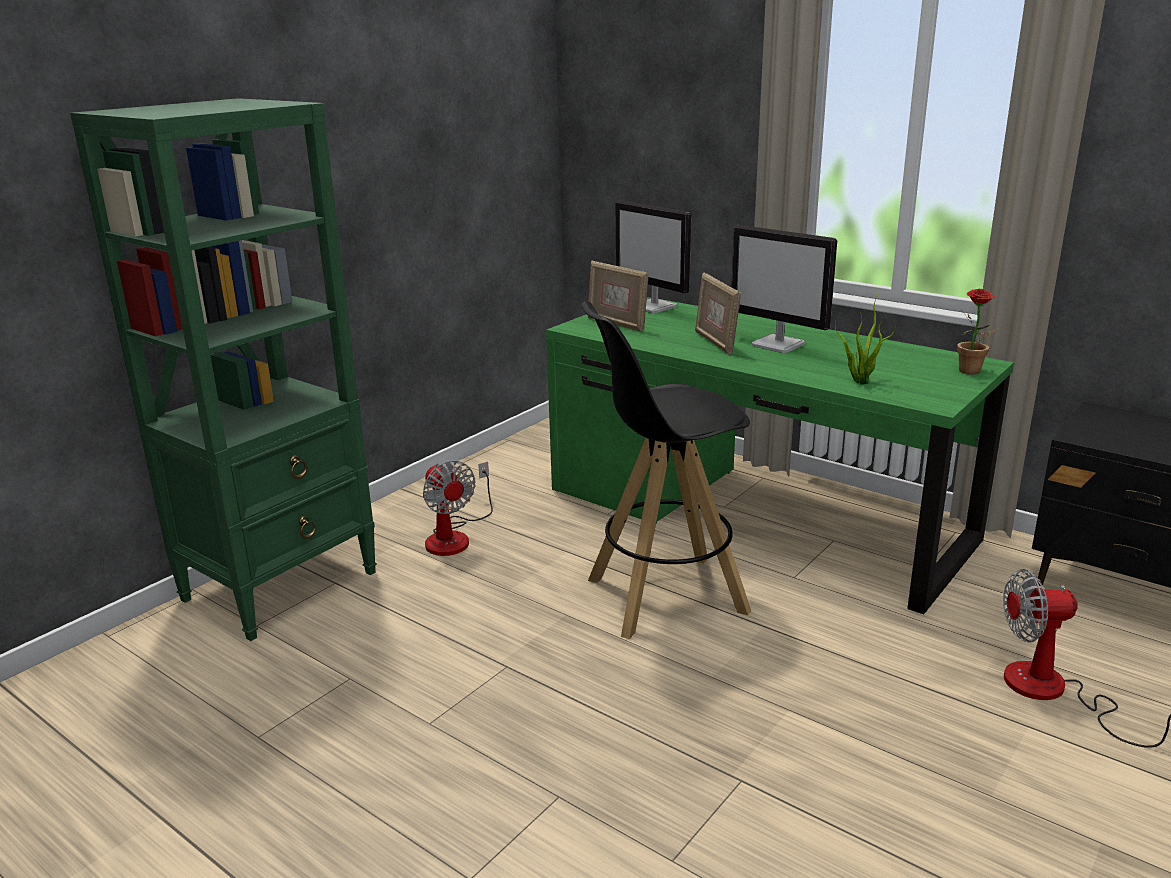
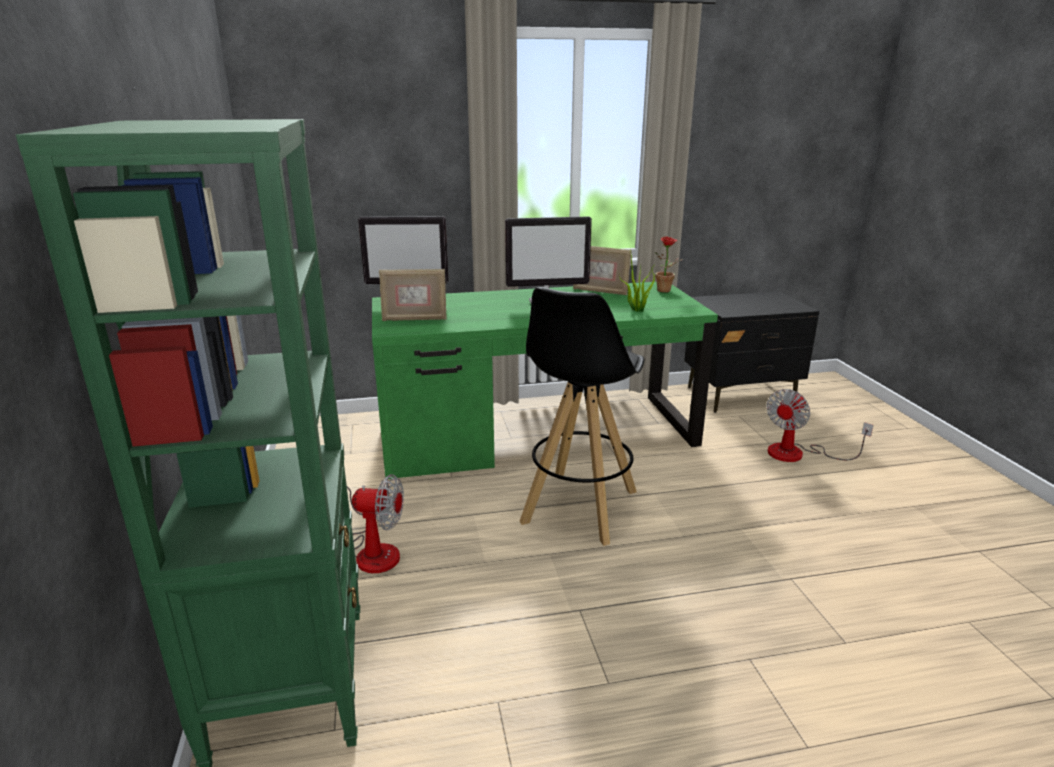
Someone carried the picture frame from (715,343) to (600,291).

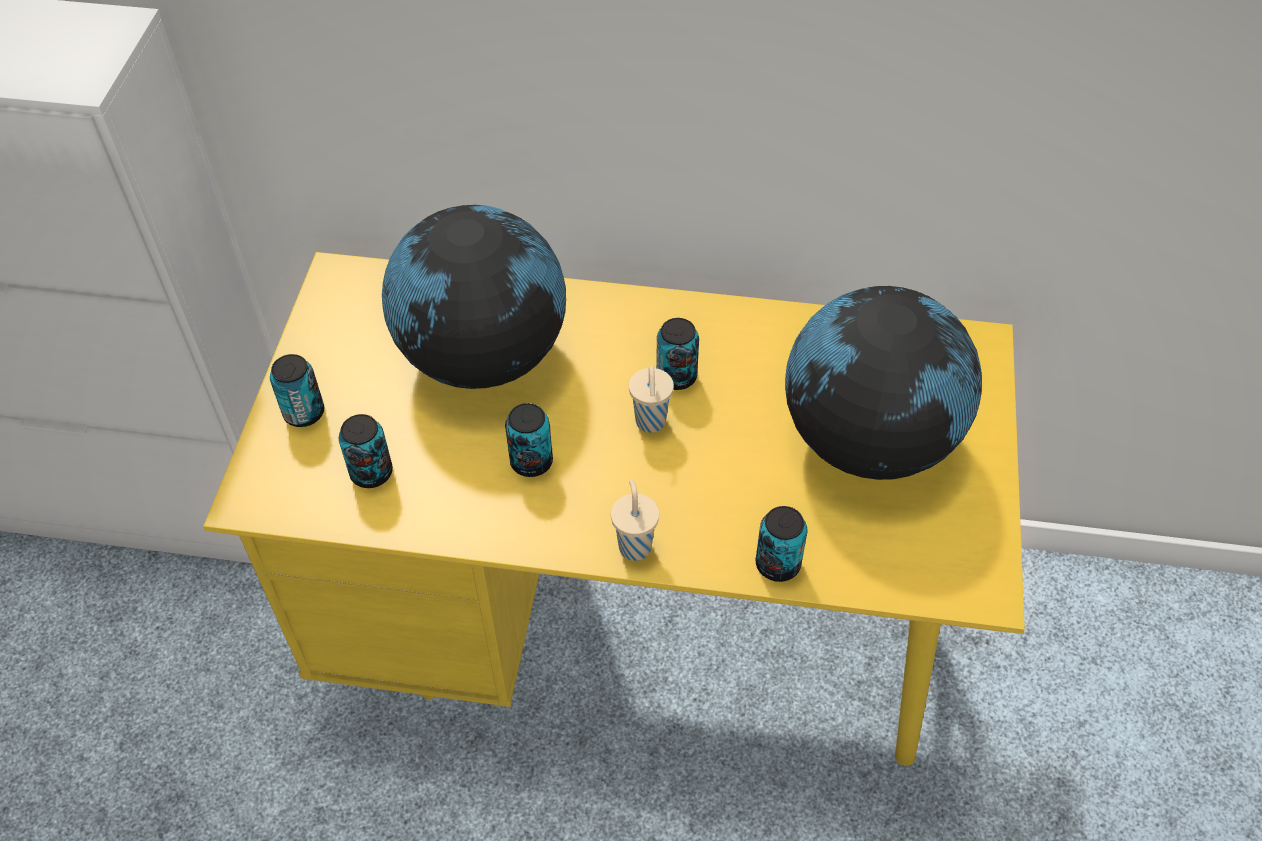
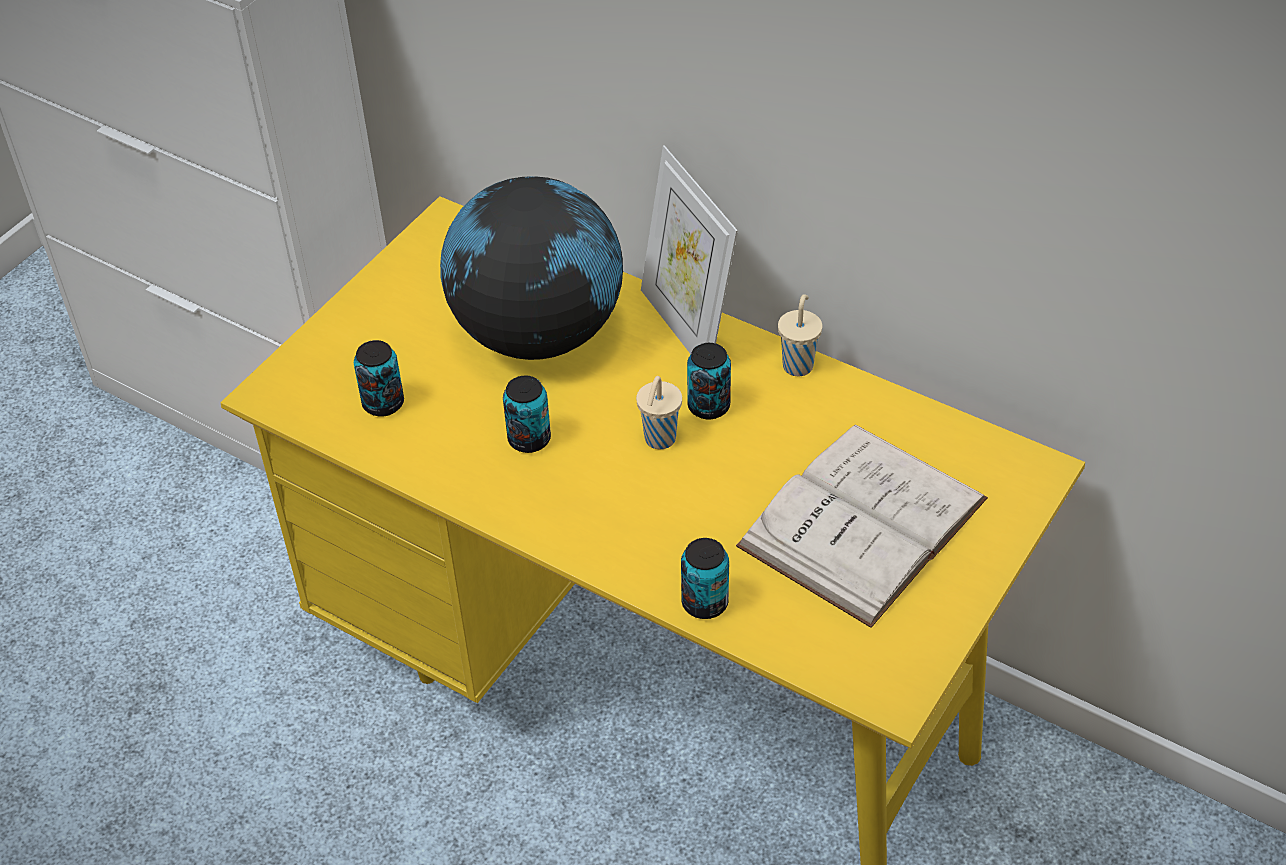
Someone took away the can at (304,413).
Someone put down the picture frame at (687,327).
Someone carried the beige cup from (634,545) to (798,364).
Someone swapped the globe at (868,440) for the white book at (862,522).

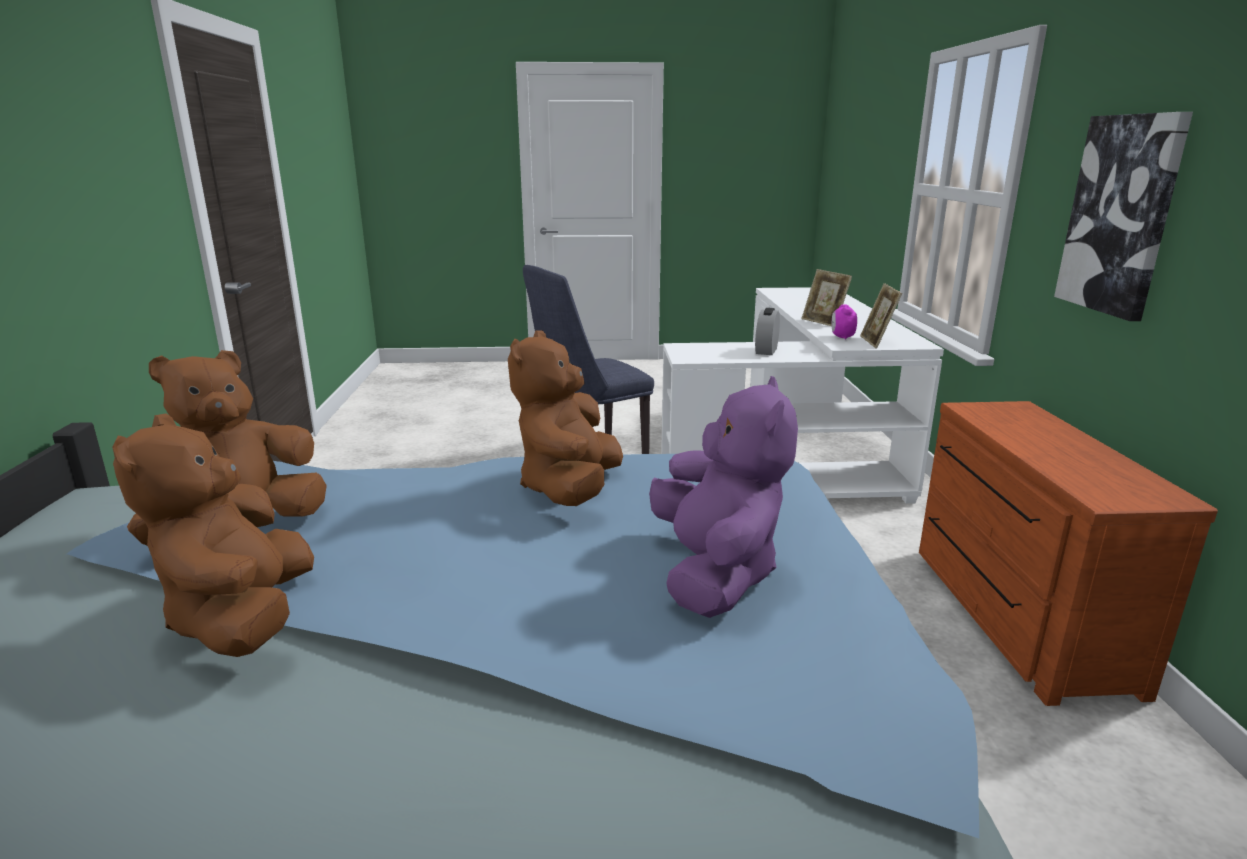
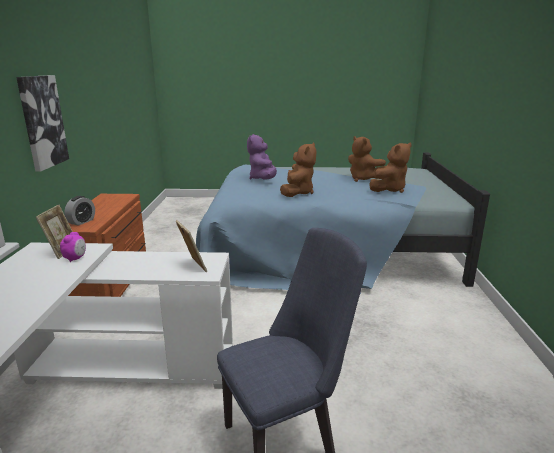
Someone carried the alarm clock from (766,351) to (82,222).
Someone carried the picture frame from (823,322) to (192,266).
Someone rotated the brown plush toy at (243,619) by 150 degrees clockwise.

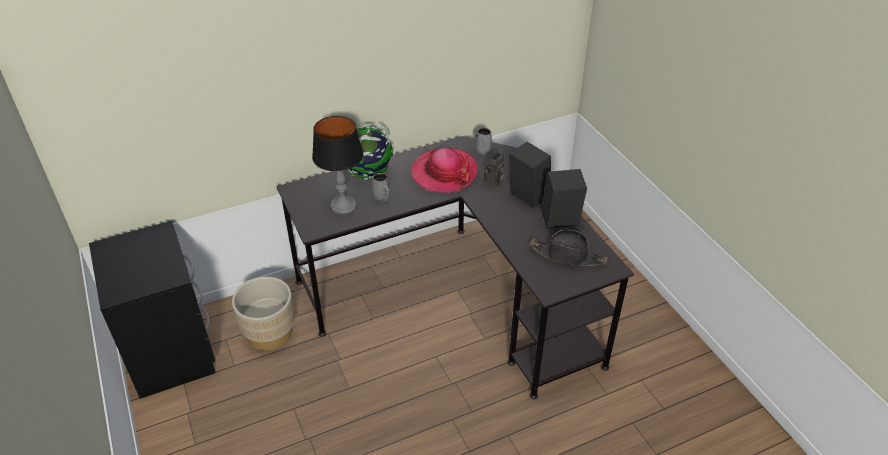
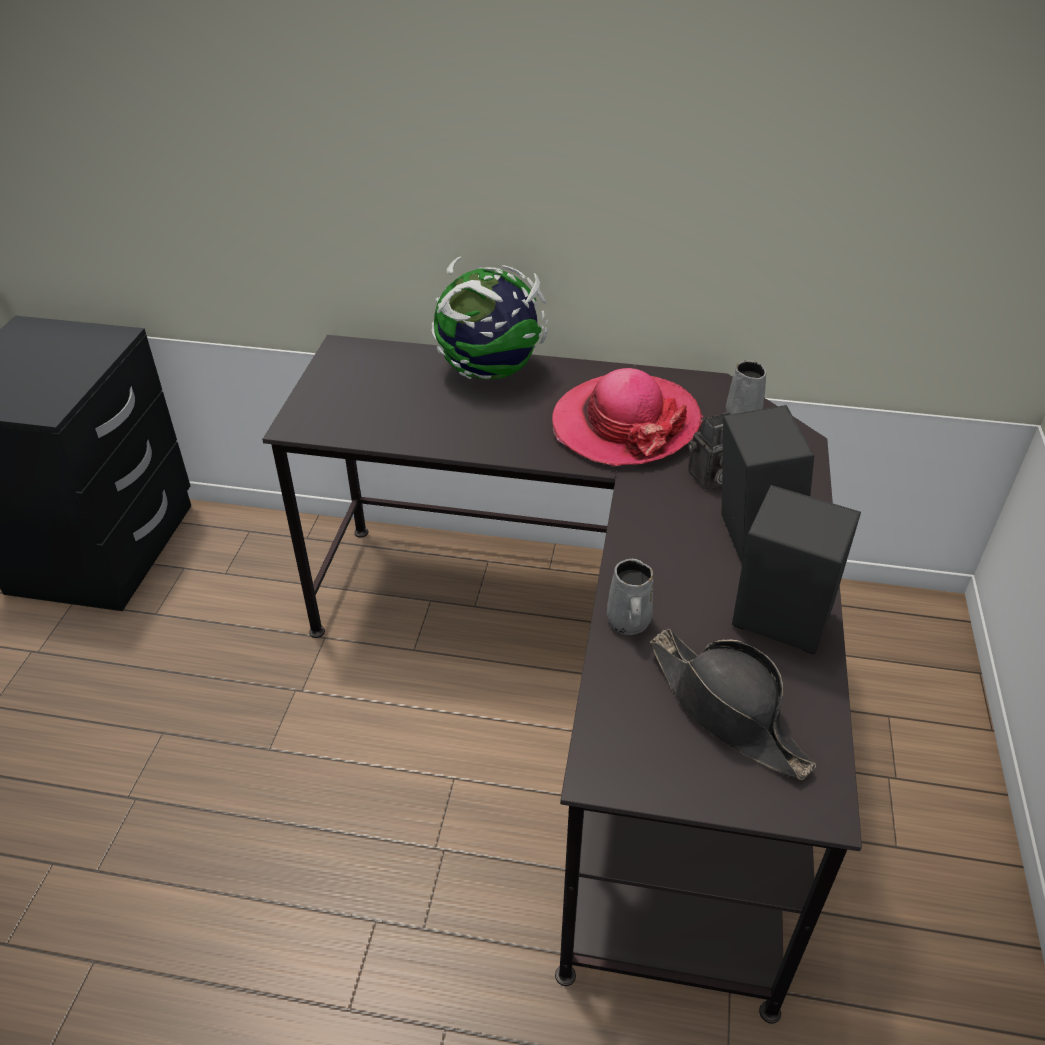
Someone took away the beige planter at (270,333).
Someone took away the table lamp at (343,206).
Someone carried the grey mug from (382,198) to (628,623).

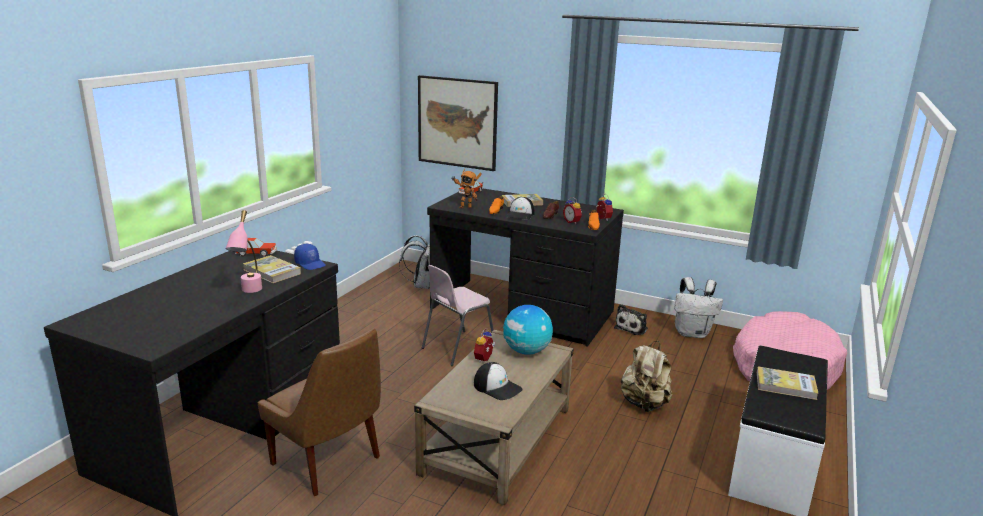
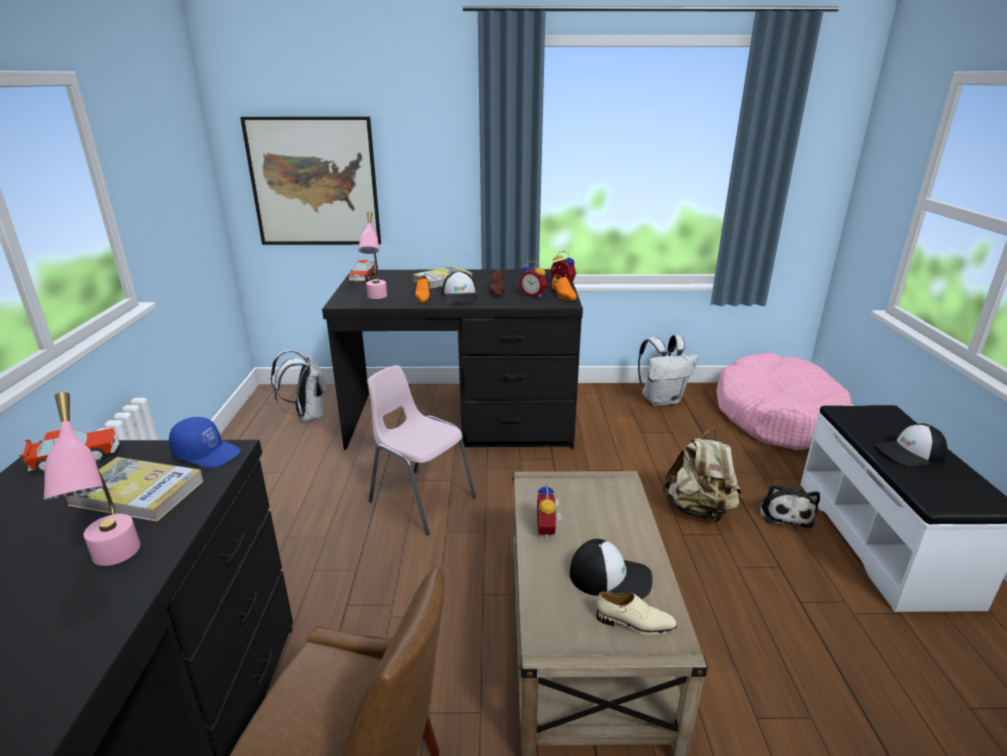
Someone took away the globe at (527,351).
Someone put down the beige shoe at (635,623).
Someone carried the plush toy from (632,328) to (785,513).
Someone swapped the toy robot at (465,207) for the pink table lamp at (376,299).
Someone swapped the book at (785,385) for the cap at (910,453).
Someone rotated the pink chair at (457,348) by 105 degrees clockwise.

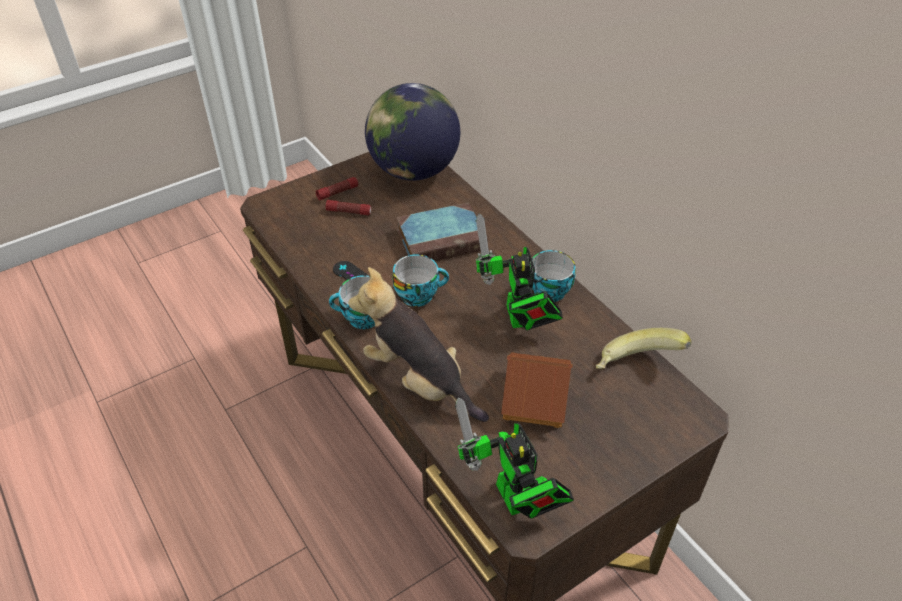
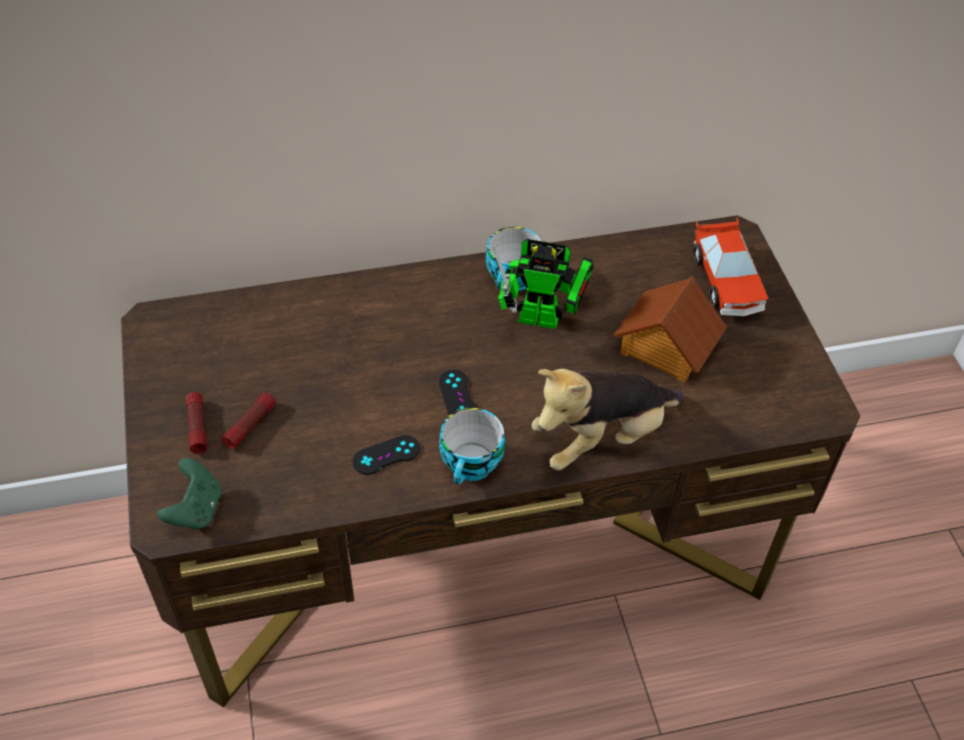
Someone took away the globe at (413,170).
Someone took away the book at (443,239).
Someone took away the toy robot at (515,502).
Someone took away the banana at (637,367).
Someone put down the green game controller at (196,509).
Someone put down the toy car at (726,281).
Someone swapped the cup at (419,294) for the black game controller at (457,396).

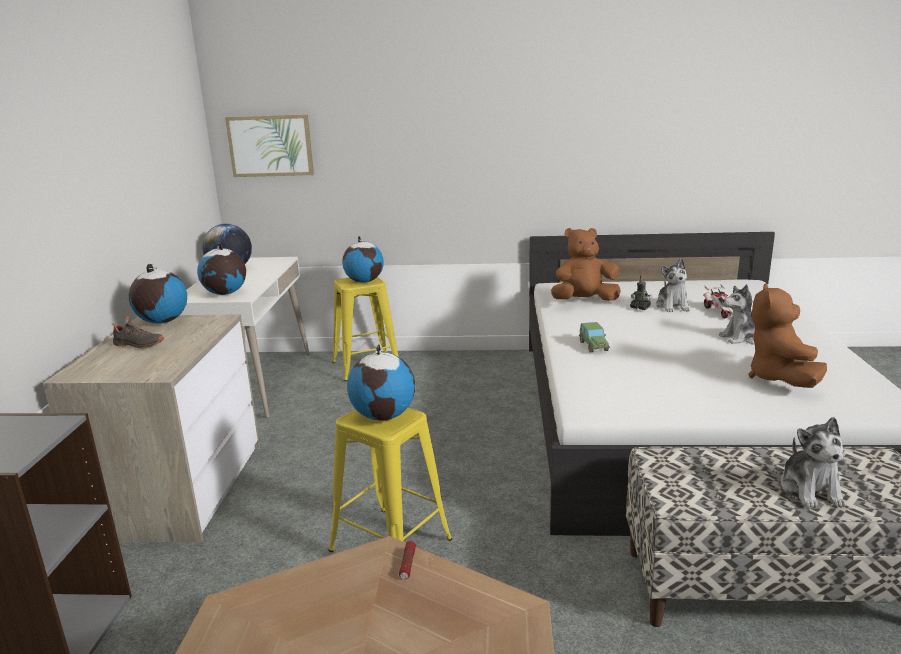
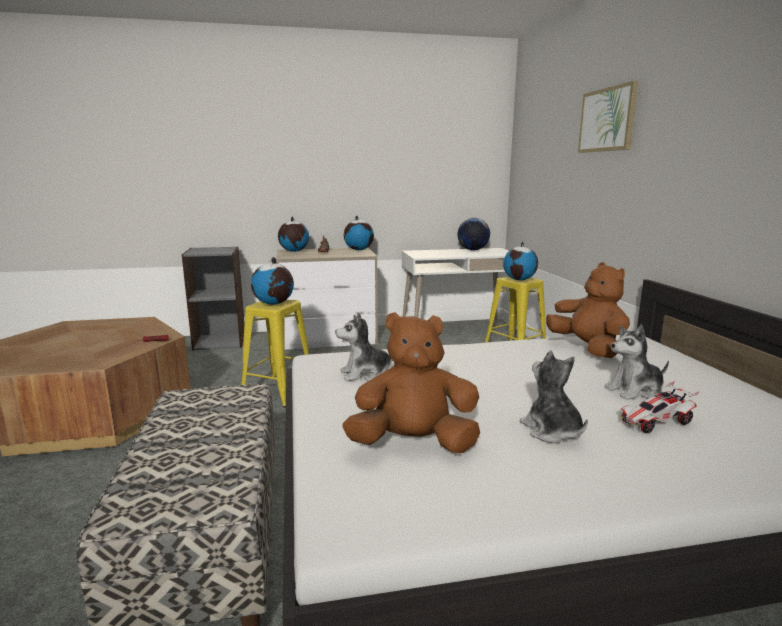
Someone took away the toy car at (593,346).
Someone took away the toy robot at (640,308).
Someone carried the globe from (225,293) to (294,251).
Someone carried the picture from (270,145) to (607,120).
Someone carried the plush toy from (810,490) to (365,374).

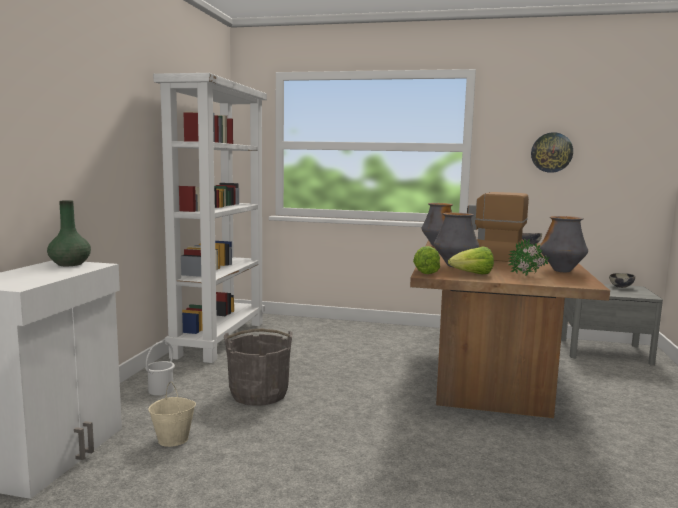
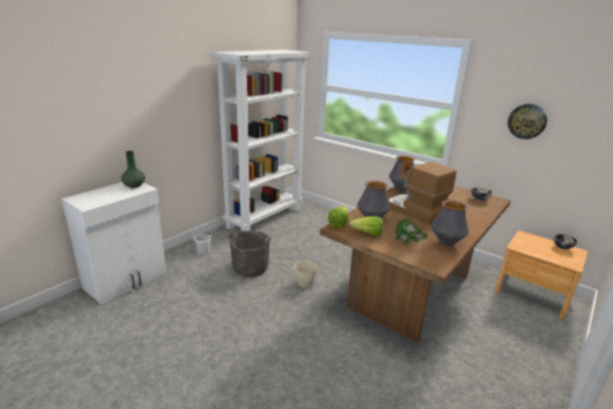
Someone carried the beige bucket from (173,439) to (305,283).
Someone repainted the grey nightstand at (604,351), which became the brown nightstand at (532,294).

